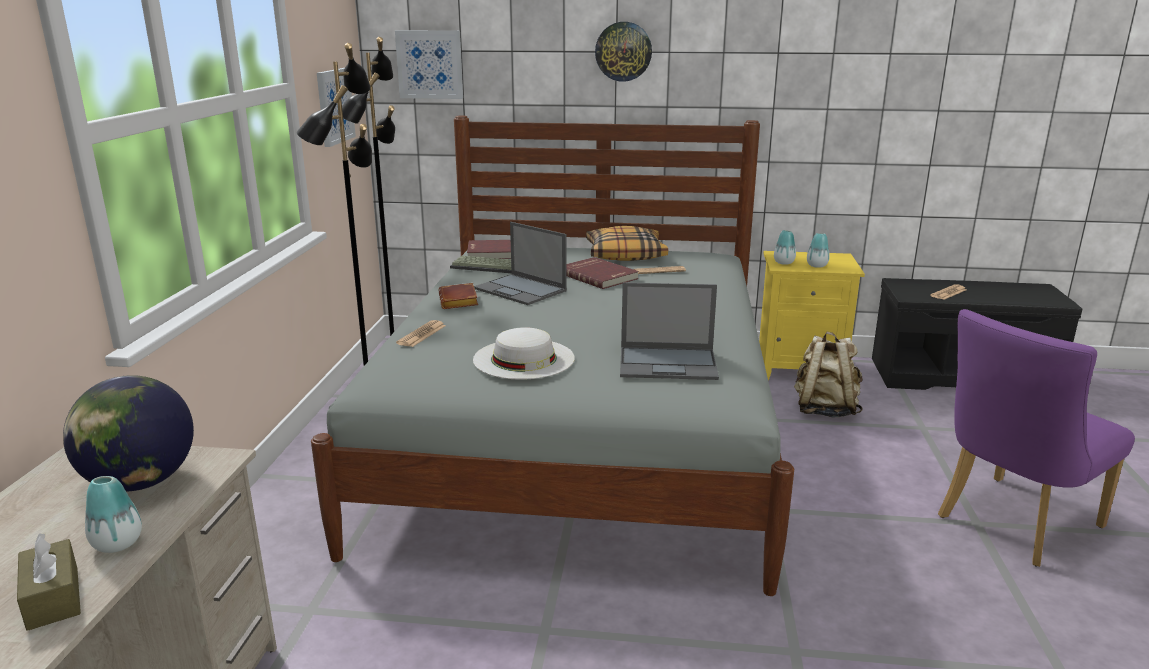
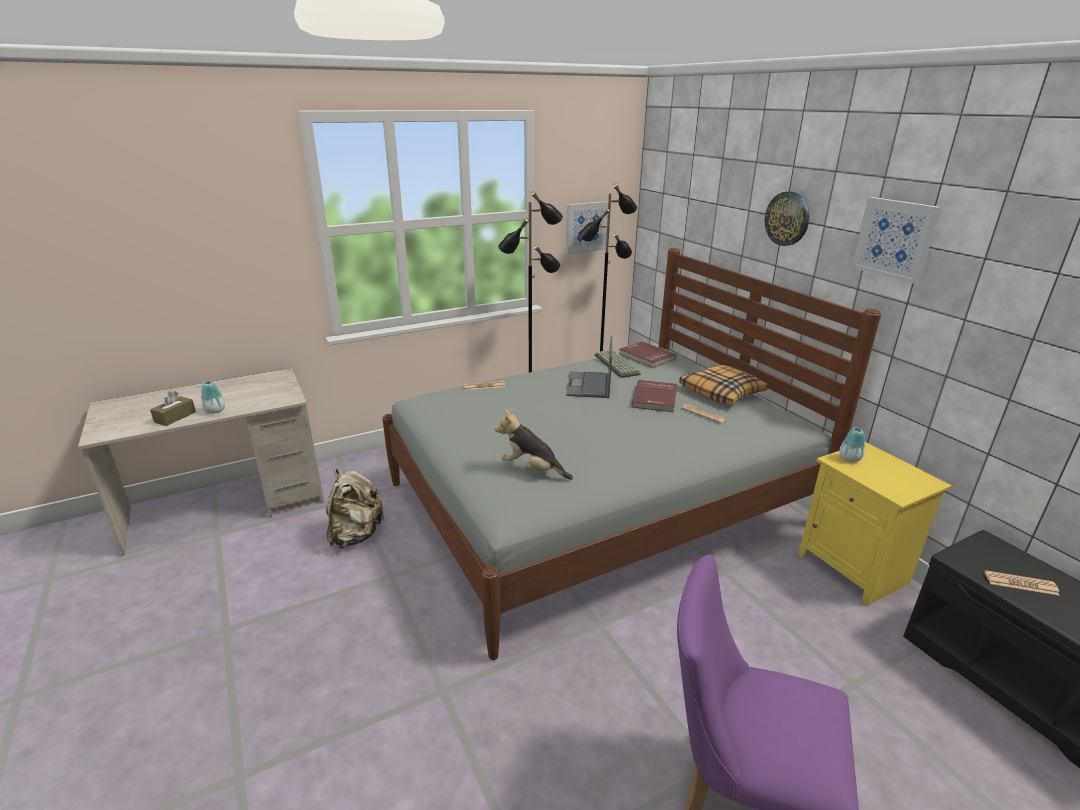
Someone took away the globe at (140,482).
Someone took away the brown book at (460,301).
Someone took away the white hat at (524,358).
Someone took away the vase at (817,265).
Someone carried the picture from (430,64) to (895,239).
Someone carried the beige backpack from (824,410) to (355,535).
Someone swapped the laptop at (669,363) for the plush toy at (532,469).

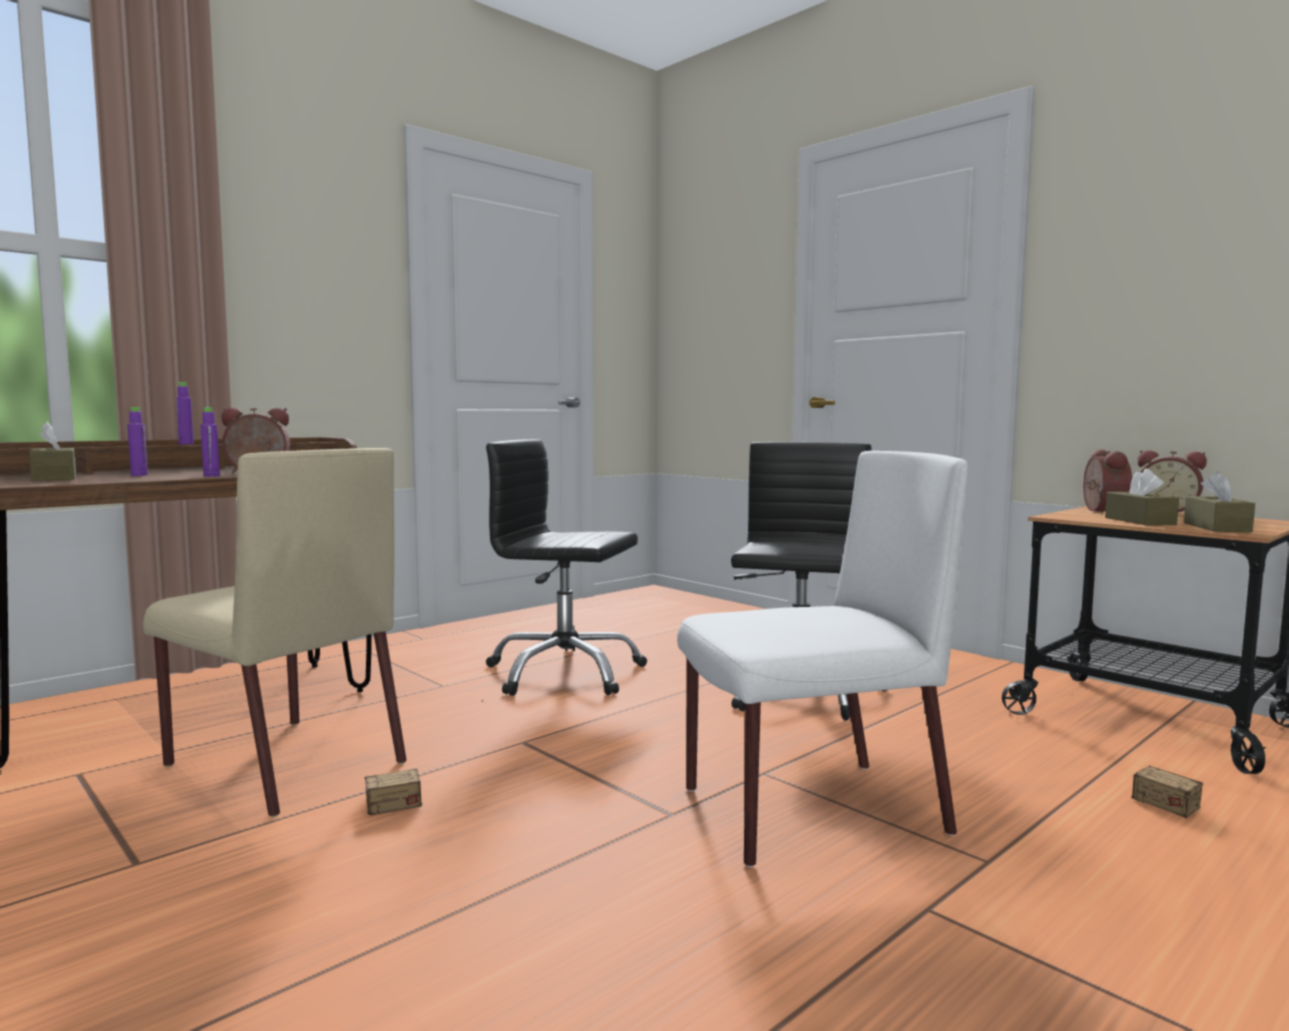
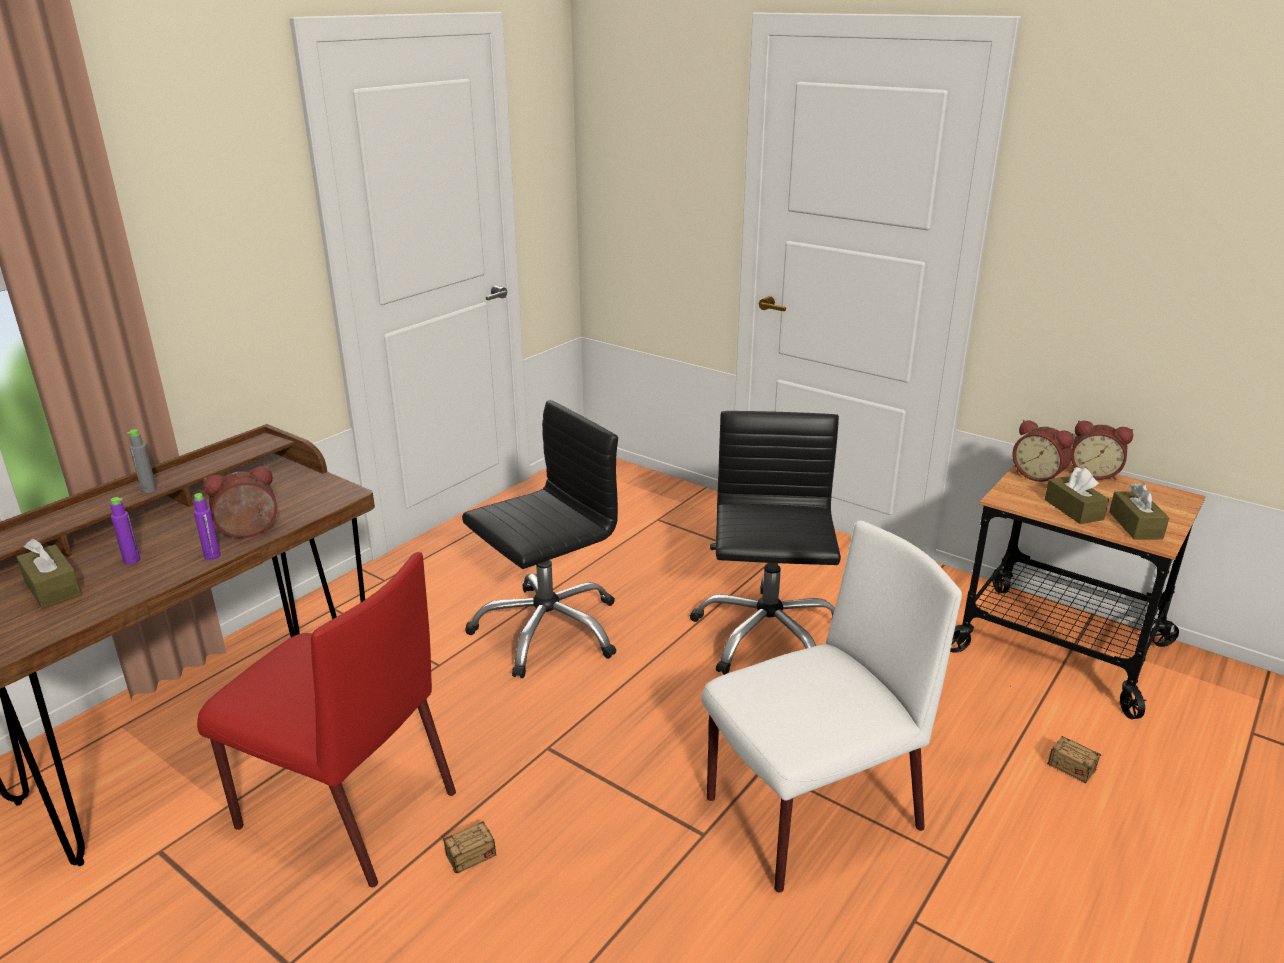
Someone repainted the beige chair at (282,763), which became the red chair at (344,809).
Someone repainted the purple bottle at (186,444), which became the grey bottle at (149,490).
Someone rotated the black office chair at (564,673) by 135 degrees clockwise.
Someone rotated the alarm clock at (1100,511) by 135 degrees clockwise.

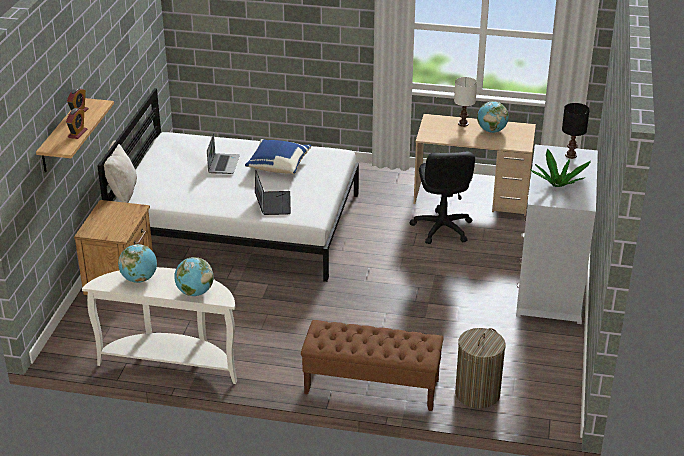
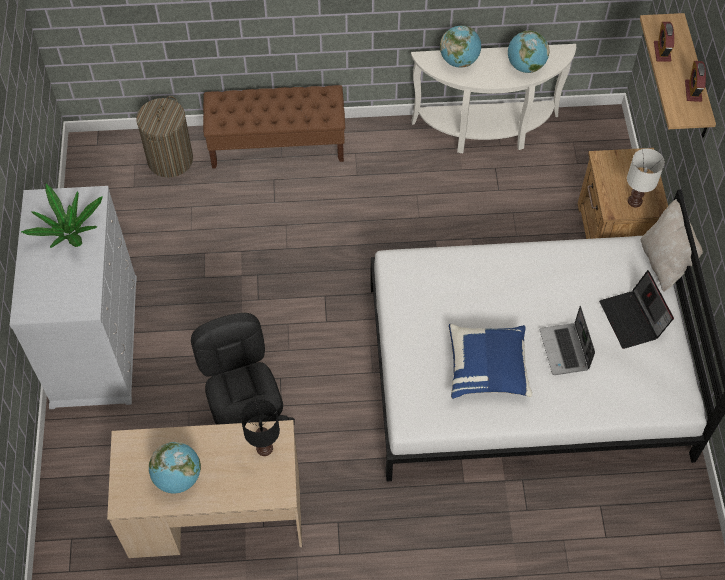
Someone carried the laptop from (272,203) to (633,320).
Someone carried the white table lamp from (463,124) to (634,202).
Someone carried the black table lamp from (571,155) to (264,449).

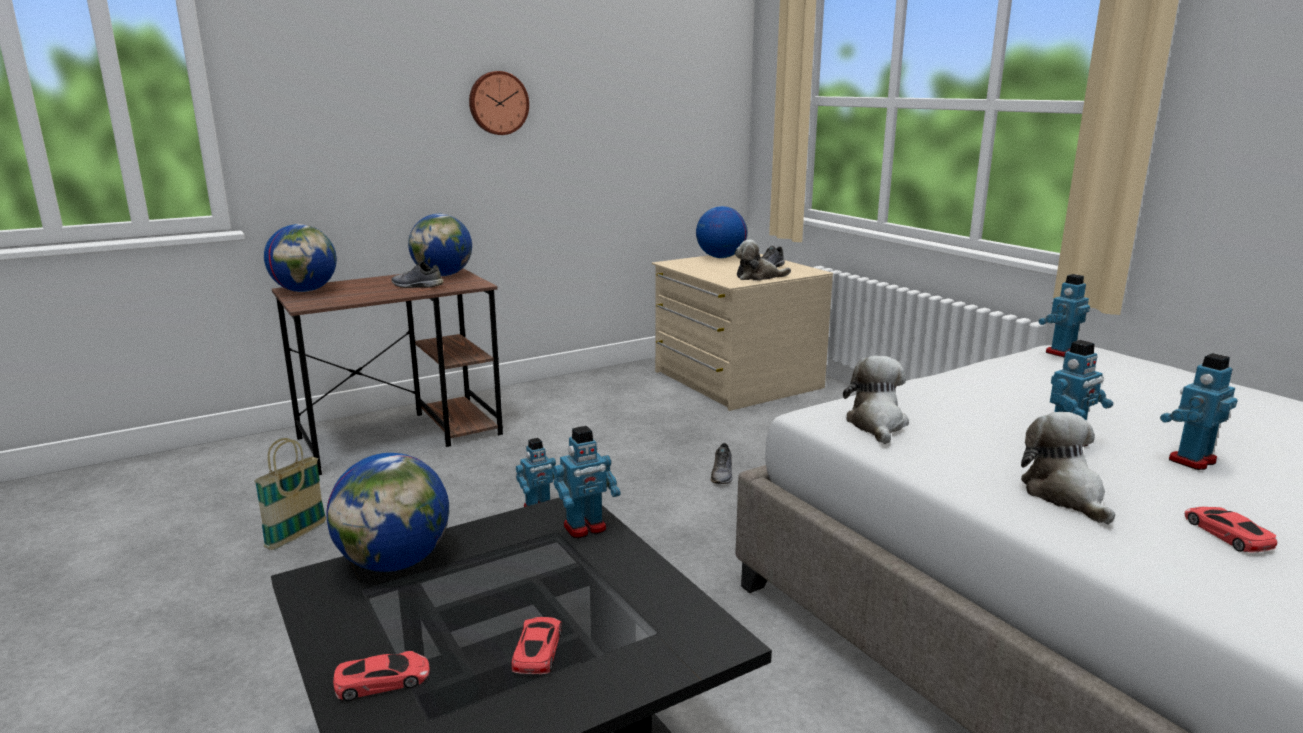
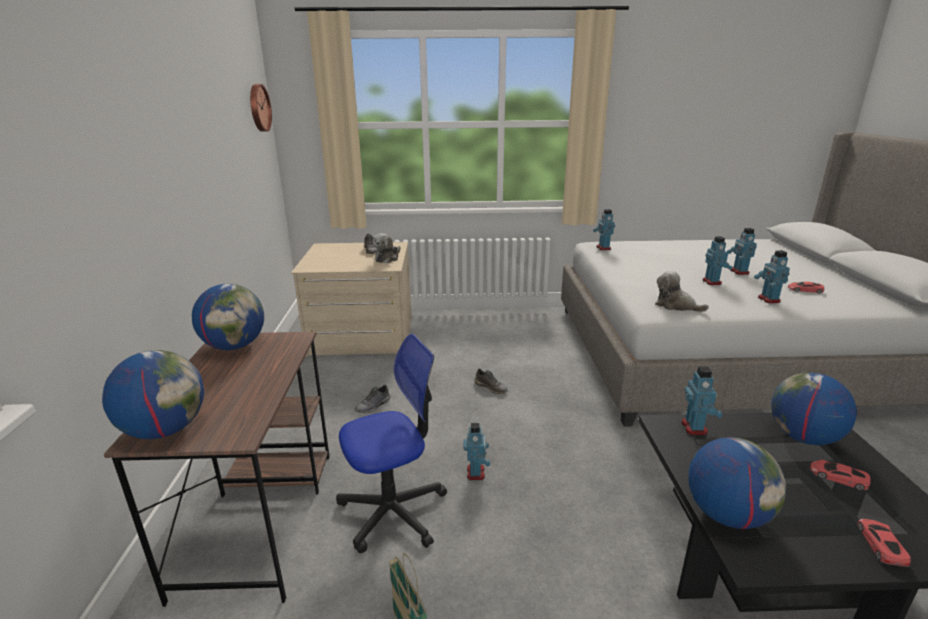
Someone put down the office chair at (393,511).
Someone carried the grey shoe from (416,286) to (373,406).
Someone carried the wall clock from (498,103) to (258,108).
Someone carried the globe from (720,257) to (803,437).
Someone swapped the plush toy at (1065,495) for the toy robot at (768,299).

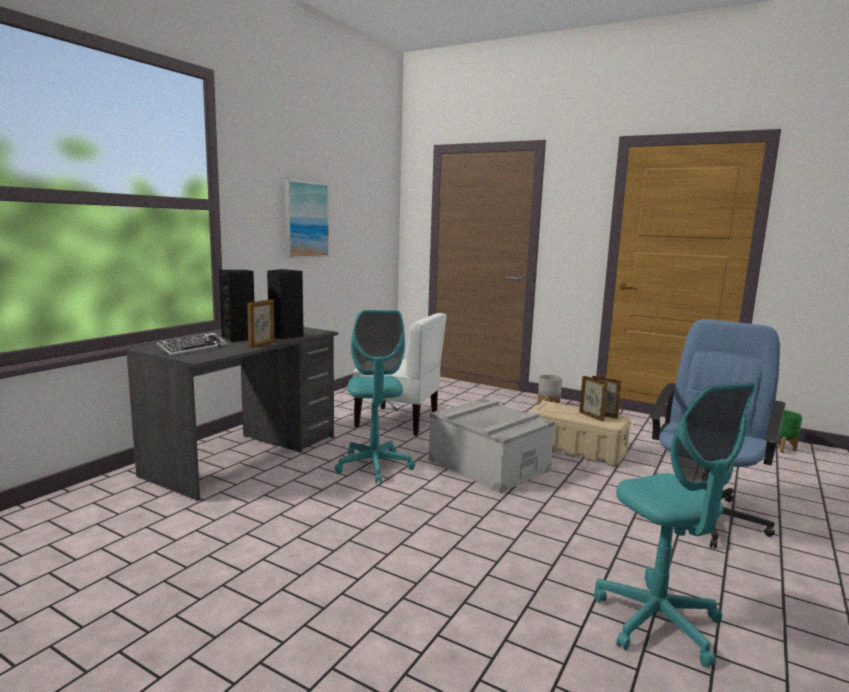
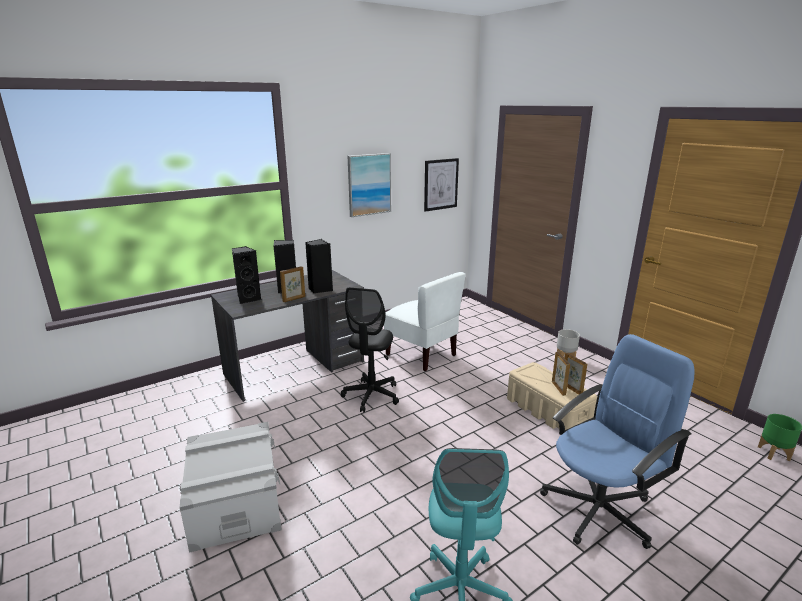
Someone put up the picture at (440,184).
Someone carried the grey storage box from (488,465) to (235,502).
Someone swapped the keyboard at (193,348) for the black speaker at (248,299).
Someone repainted the turquoise office chair at (374,466), which became the black office chair at (371,395).

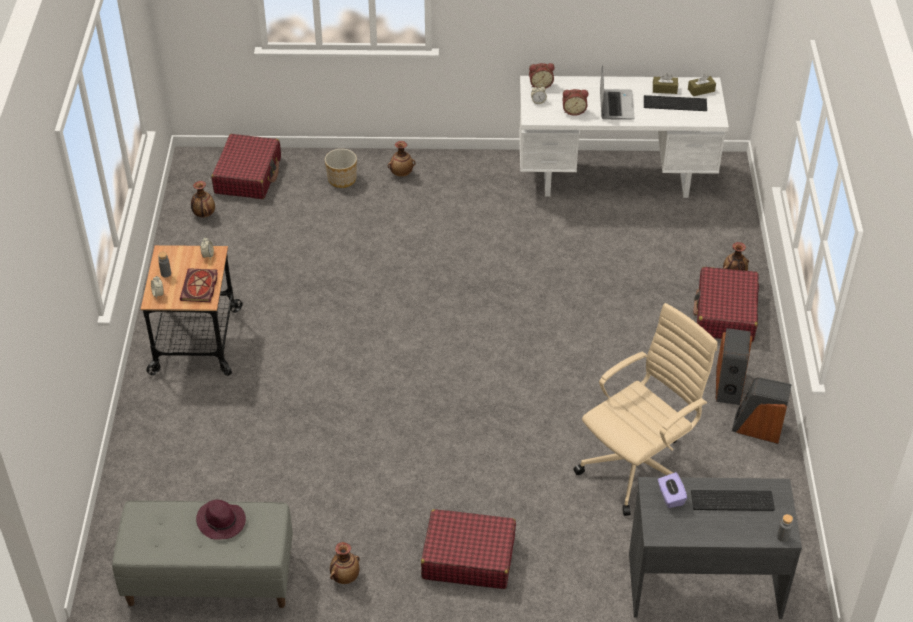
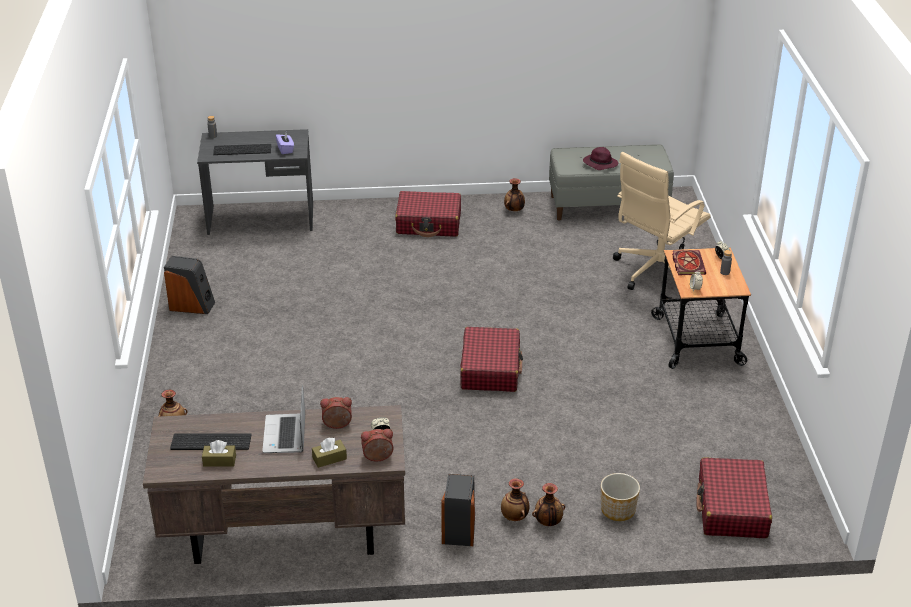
Someone carried the vase from (204,214) to (515,517).
Someone carried the beige office chair from (638,466) to (655,272).
Someone carried the brown tissue box from (701,90) to (329,458).
Someone carried the red suitcase from (725,314) to (490,369).
Someone carried the speaker from (729,385) to (459,528).
Someone repainted the white desk at (616,177), which became the brown desk at (284,534).

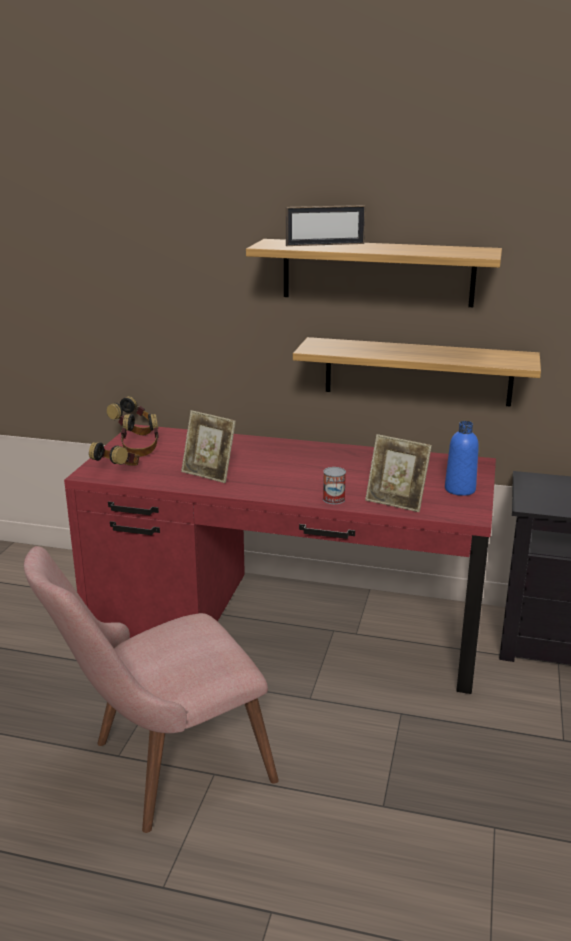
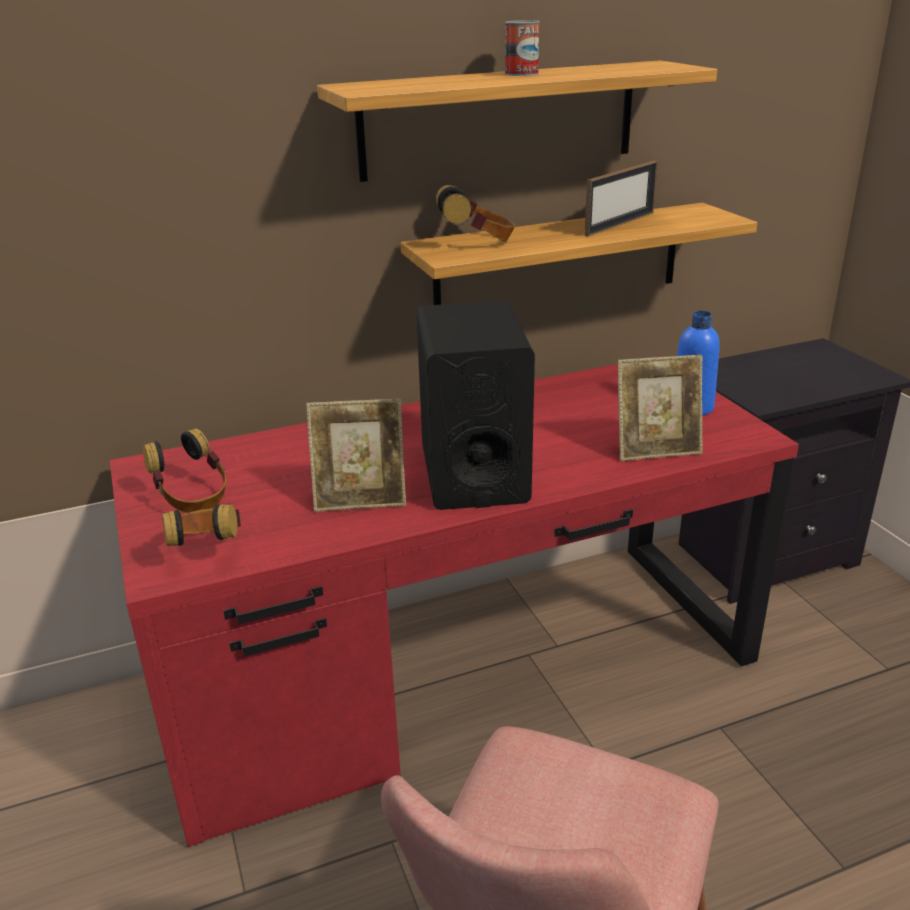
Someone put down the black speaker at (473,473).
Someone carried the headphones from (134,431) to (477,243).
Someone carried the picture frame from (325,244) to (620,224).
Someone carried the can from (333,499) to (521,74).

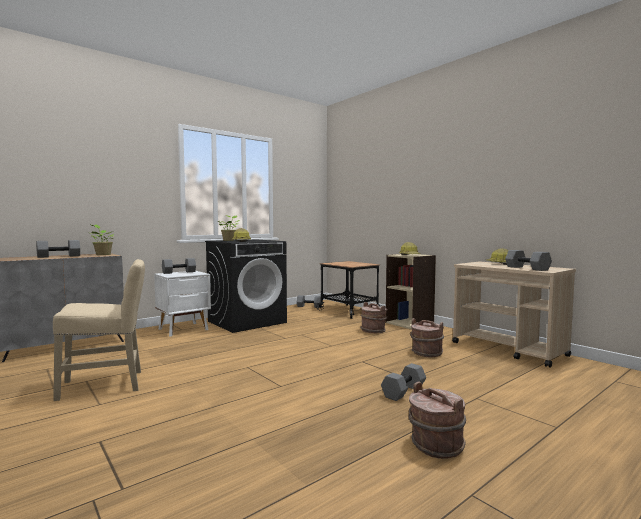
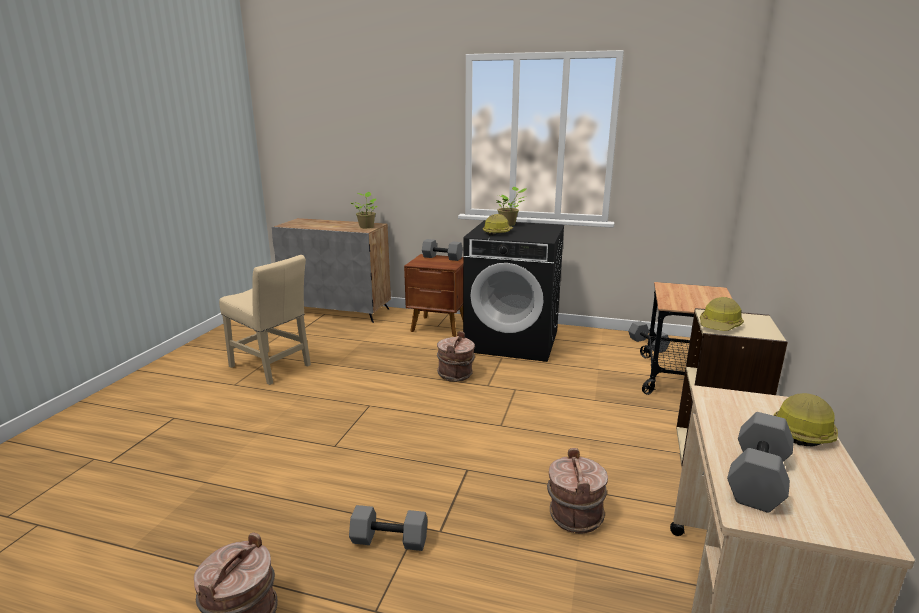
Someone took away the grey dumbbell at (59,256).
Someone carried the brown bucket from (373,331) to (456,374).
Someone repainted the white nightstand at (184,329), which became the brown nightstand at (439,327).

